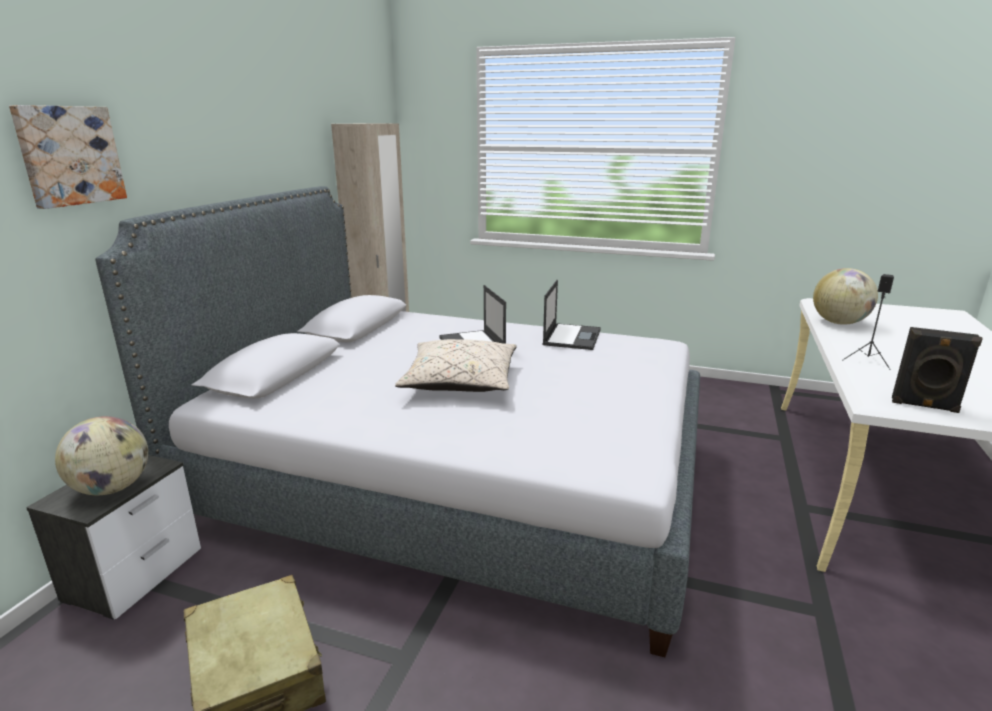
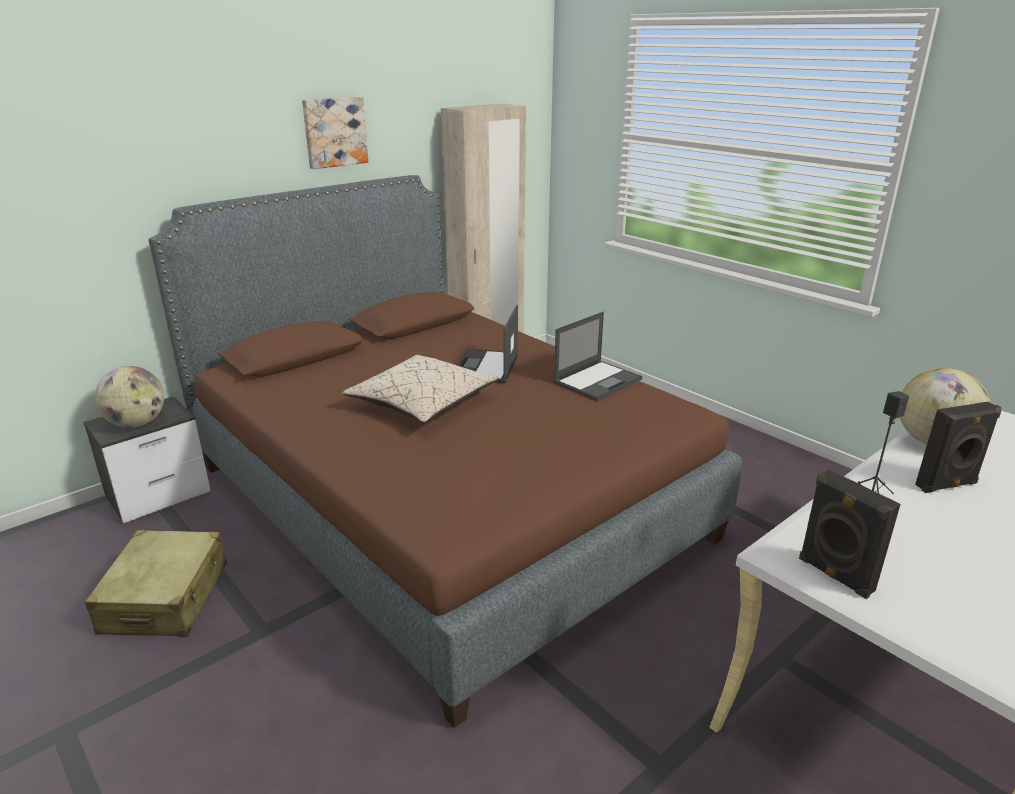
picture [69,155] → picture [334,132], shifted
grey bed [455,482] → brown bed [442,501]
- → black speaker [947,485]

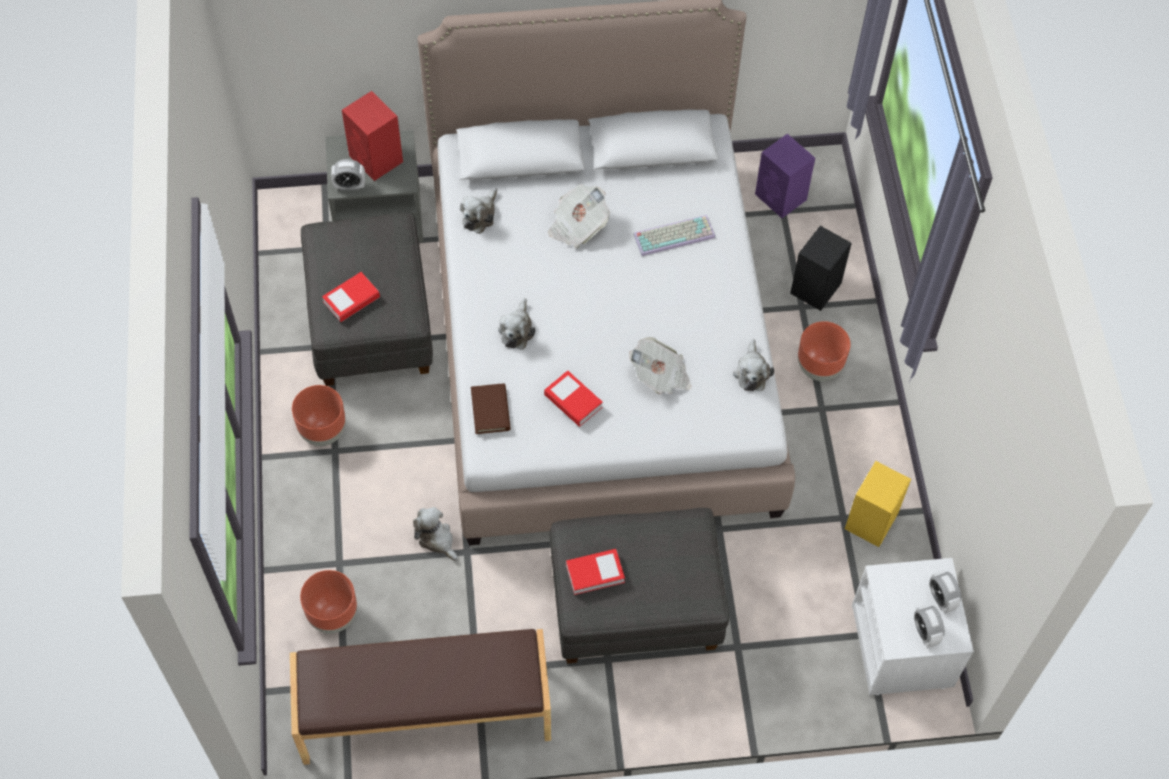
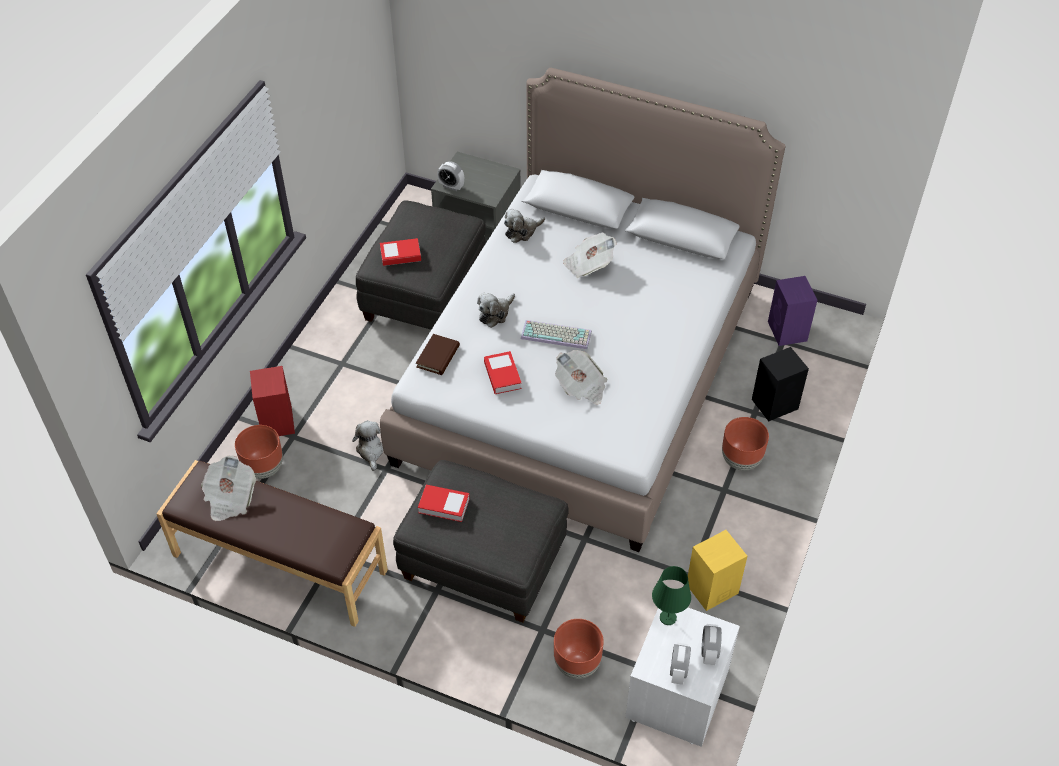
brown planter [322,431] → brown planter [576,663], shifted
red speaker [377,159] → red speaker [277,423], shifted
keyboard [674,234] → keyboard [557,334], shifted
plush toy [751,372] → -
- → newspaper [230,498]
- → green table lamp [668,617]

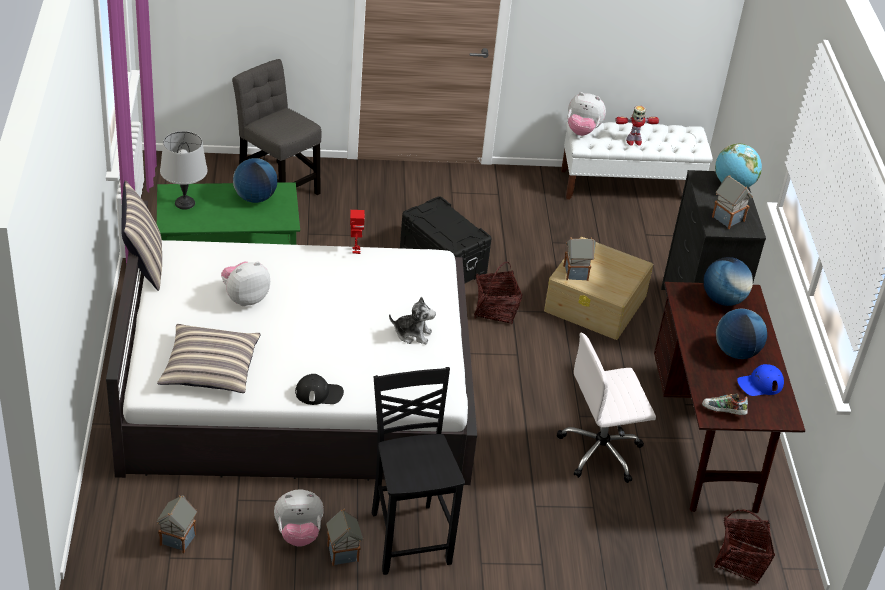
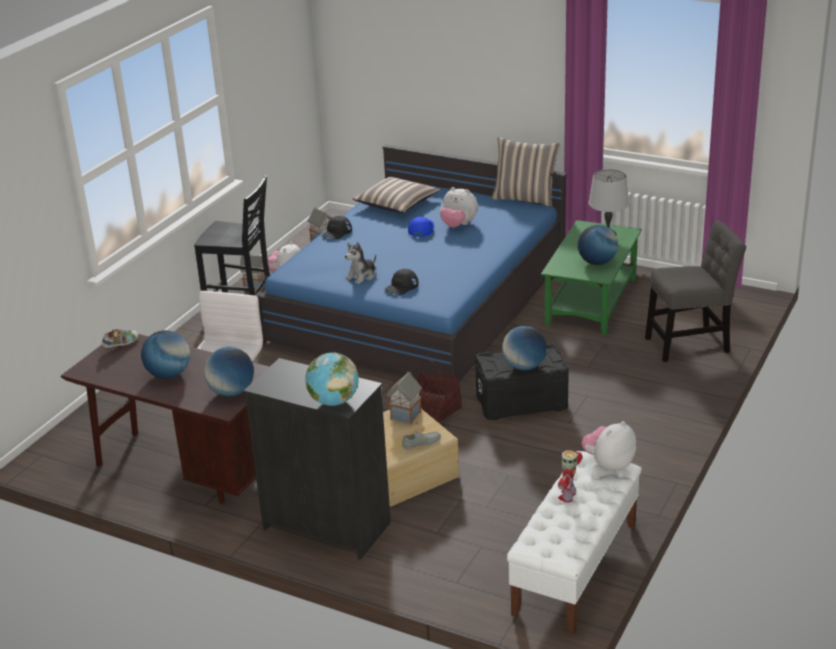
white bed [296,385] → blue bed [420,301]
plush toy [245,298] → plush toy [458,225], 120 degrees clockwise
toy robot [355,250] → -
toy house [727,218] → -
basket [741,561] → -
blue cap [760,384] → blue cap [421,229], shifted
- → black cap [401,286]
- → grey shoe [422,444]
- → globe [524,366]

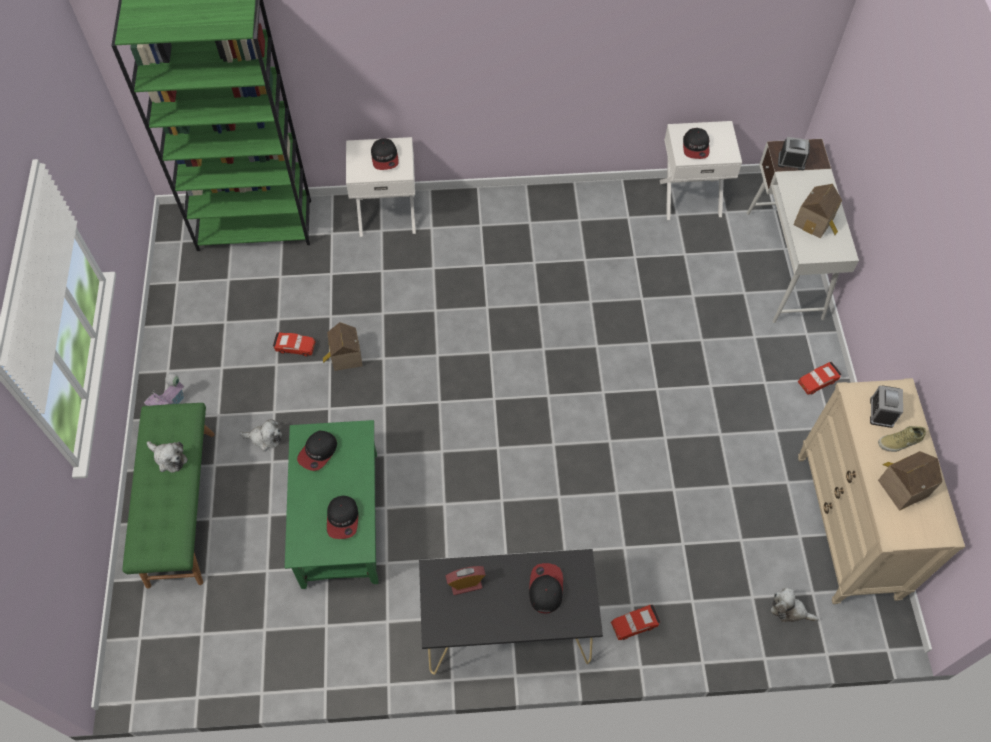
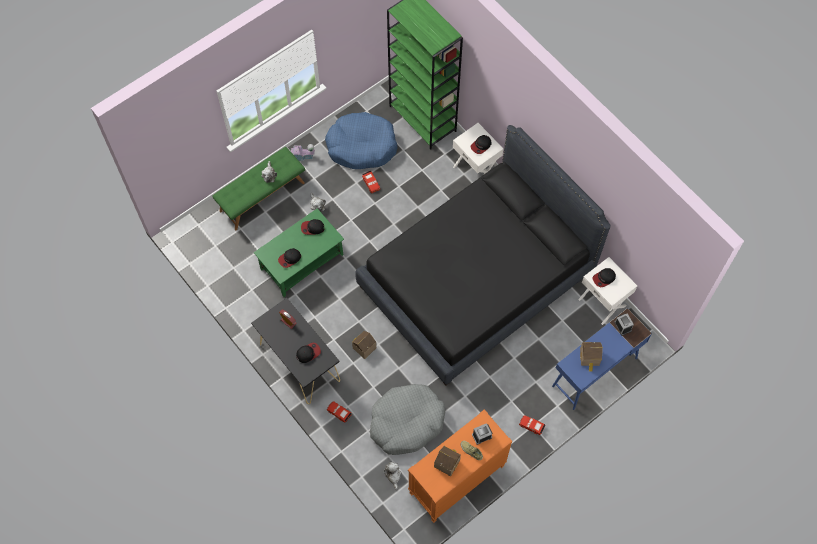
toy house [344,357] → toy house [363,347], shifted
white desk [784,265] → blue desk [594,372]
beige dresser [847,526] → orange dresser [456,480]
- → blue dog bed [361,146]
- → black bed [476,280]
- → grey dog bed [406,422]

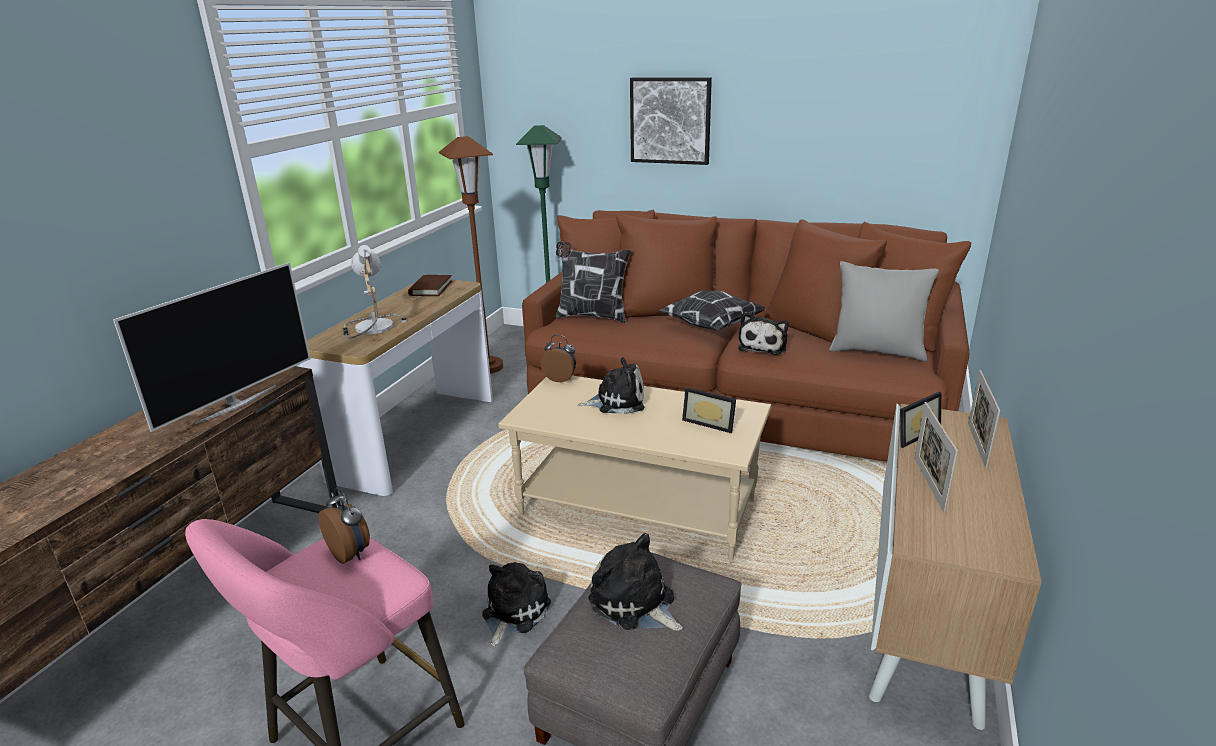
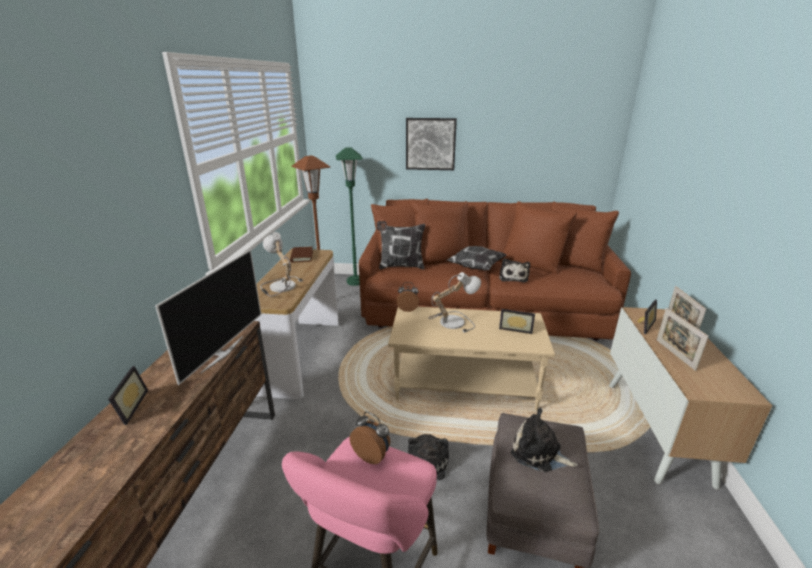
plush toy [617,401] → table lamp [452,321]
grey pillow [877,351] → -
- → picture frame [128,407]

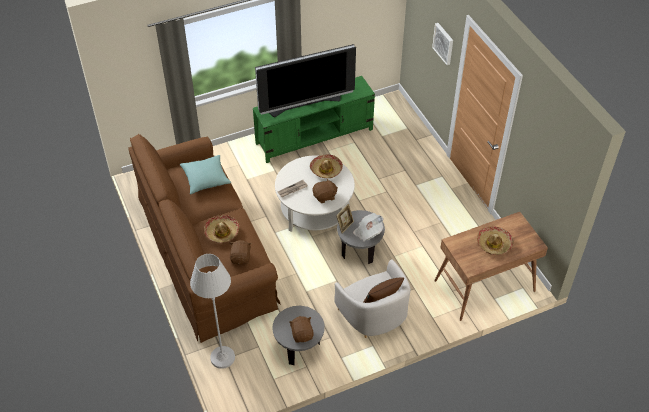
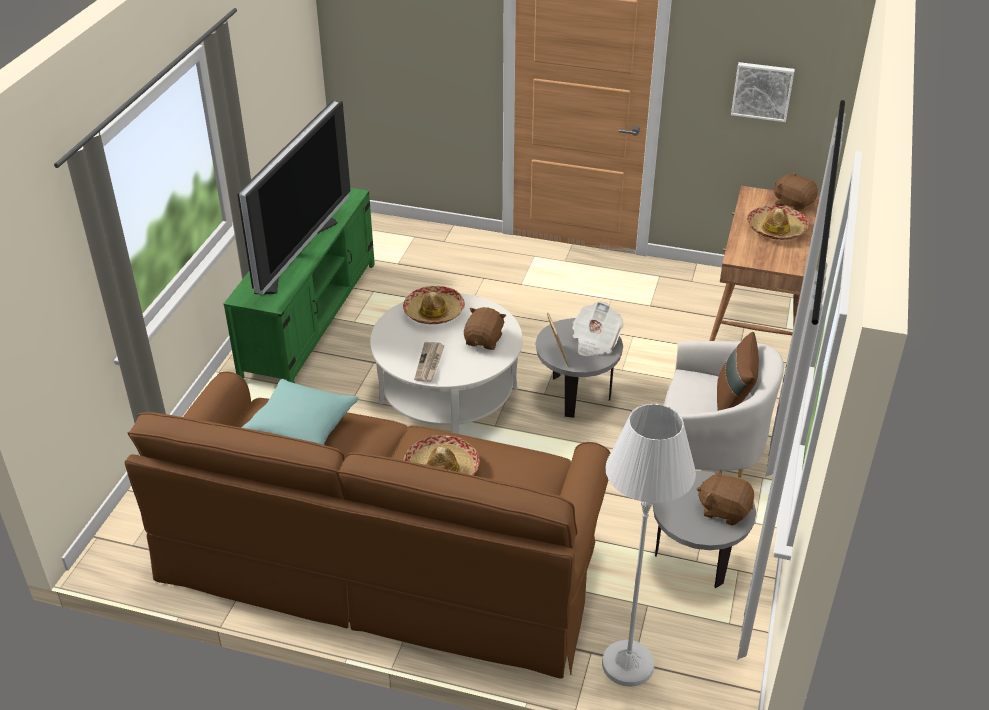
brown plush toy [241,258] → brown plush toy [793,204], shifted
picture [444,43] → picture [762,91], shifted

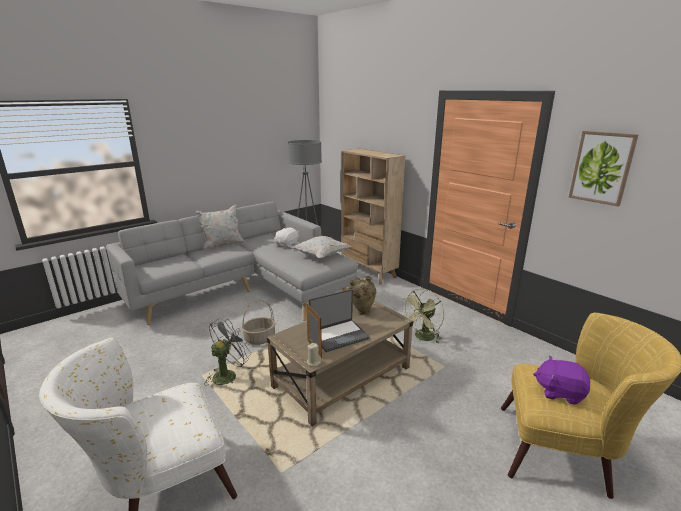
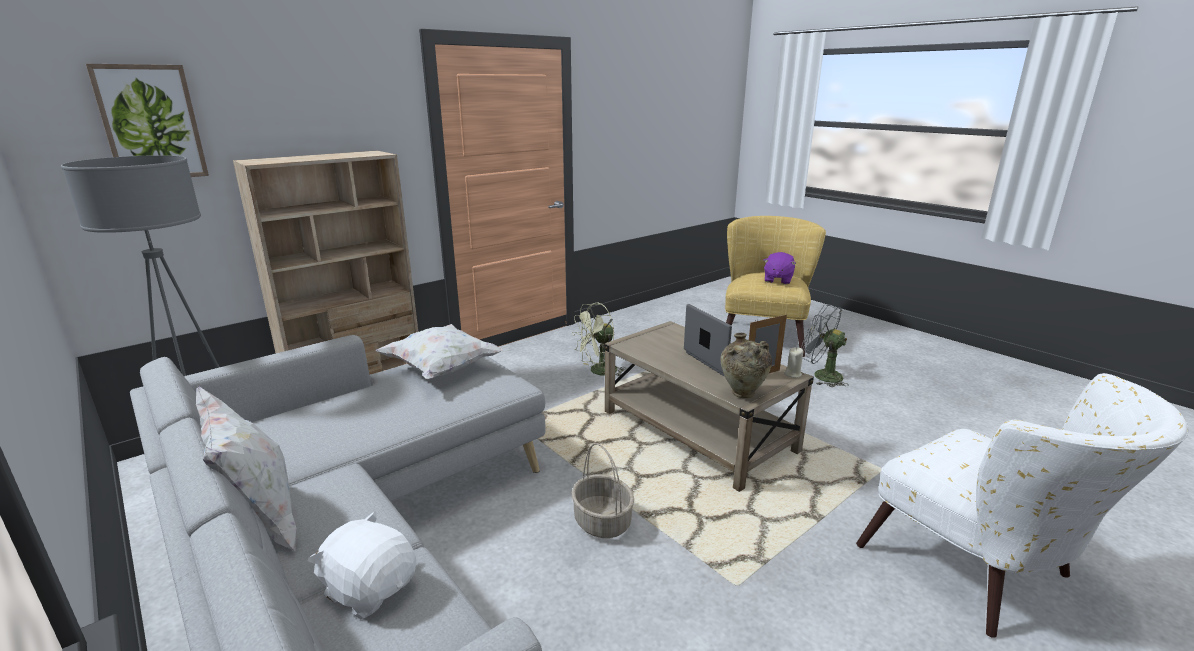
grey fan [228,375] → grey fan [821,375], shifted
white plush toy [287,245] → white plush toy [370,588], shifted
beige vase [361,311] → beige vase [742,395], shifted
green fan [422,338] → green fan [598,372], 105 degrees clockwise
picture [601,168] → picture [151,123], shifted

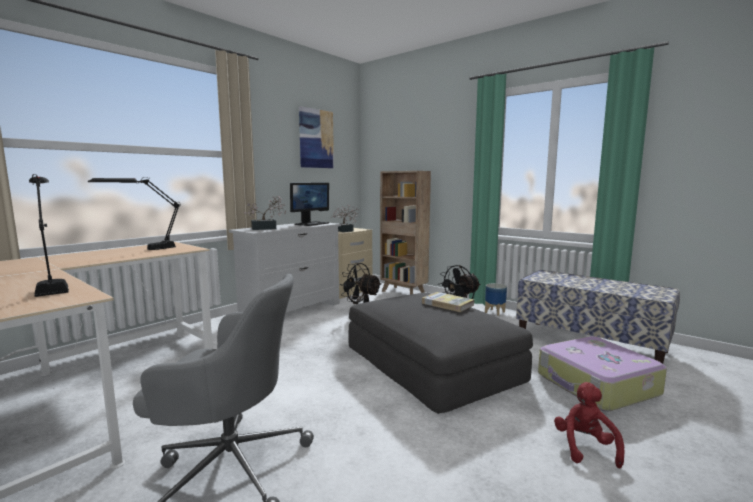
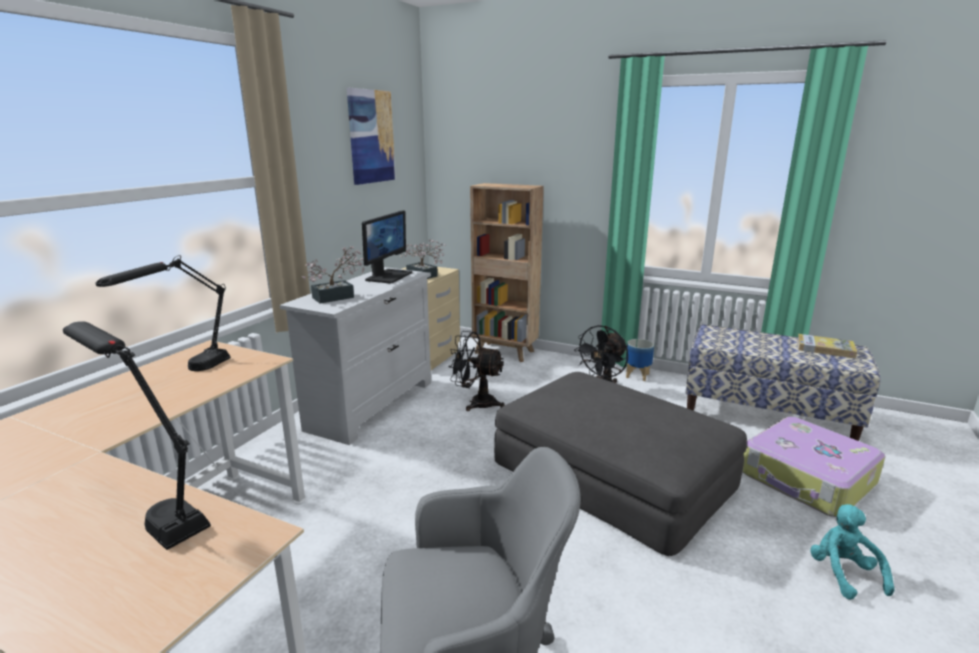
book [447,304] → book [825,348], shifted
red plush toy [585,447] → turquoise plush toy [843,573]

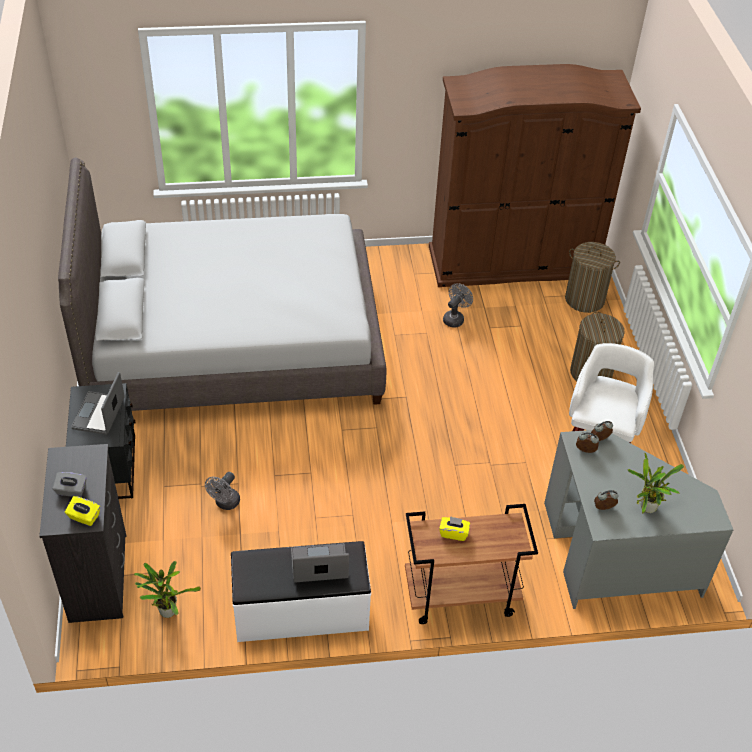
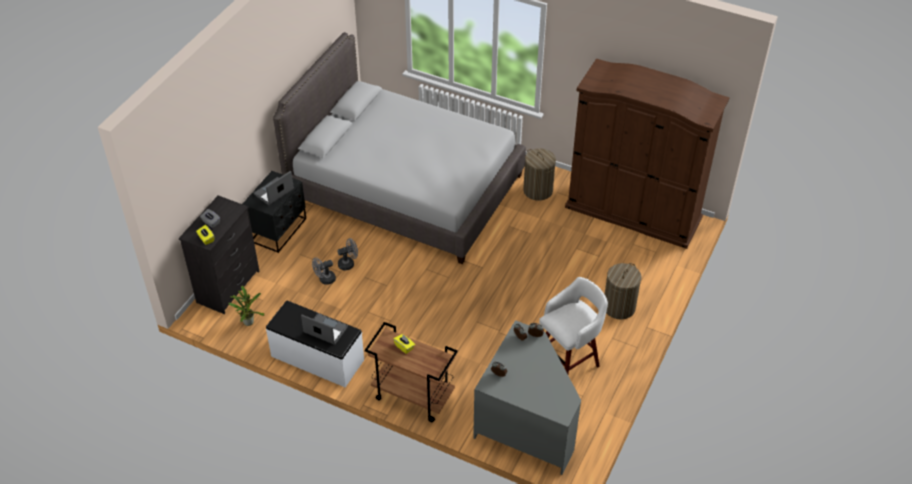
grey fan [455,318] → grey fan [348,263], shifted
laundry basket [584,299] → laundry basket [538,190], shifted
potted plant [646,509] → -

